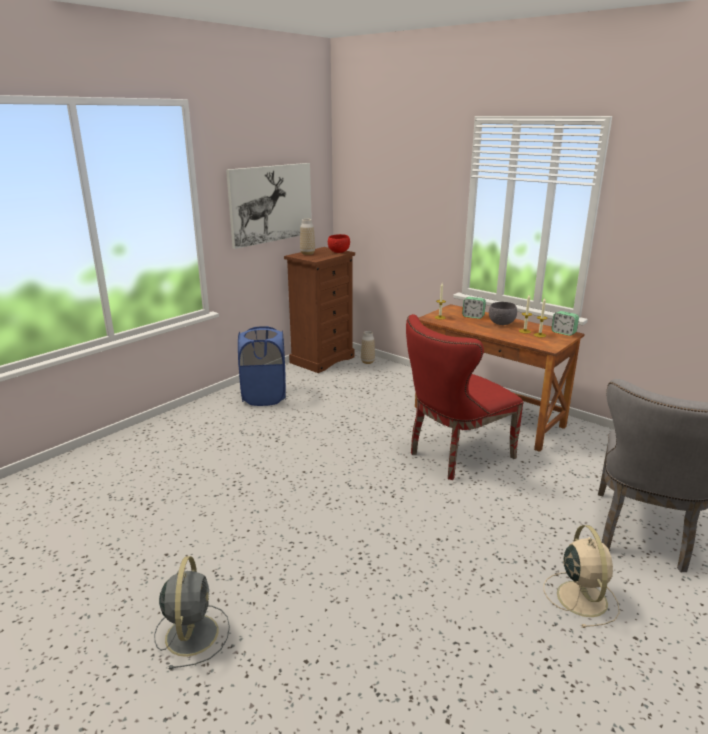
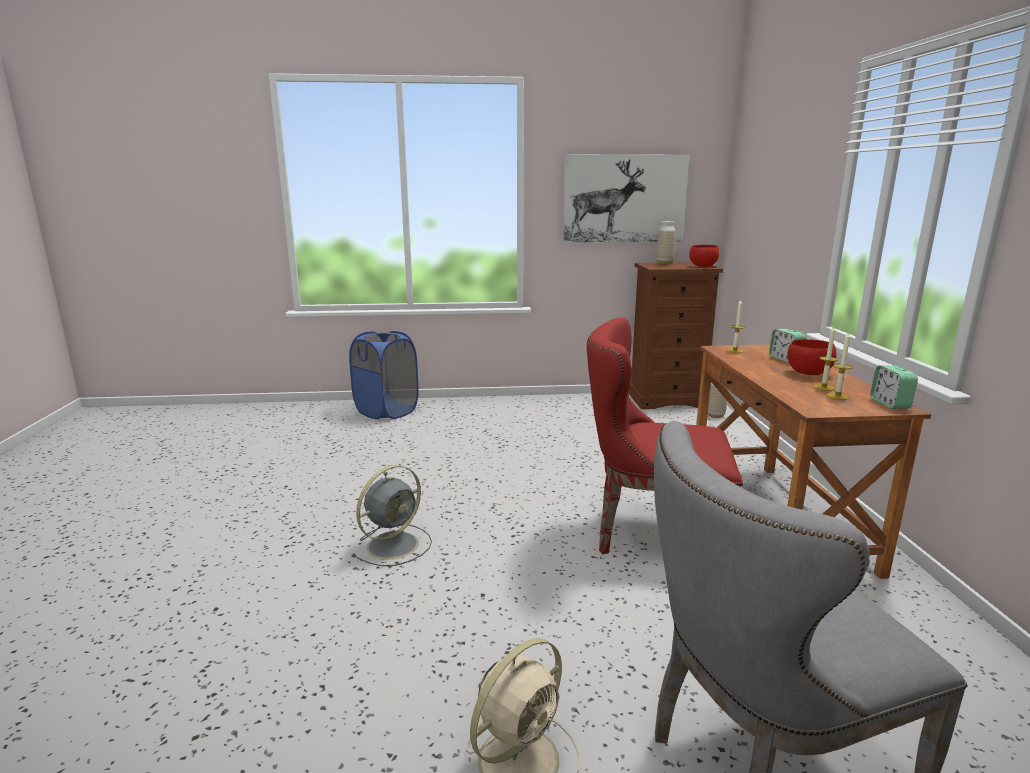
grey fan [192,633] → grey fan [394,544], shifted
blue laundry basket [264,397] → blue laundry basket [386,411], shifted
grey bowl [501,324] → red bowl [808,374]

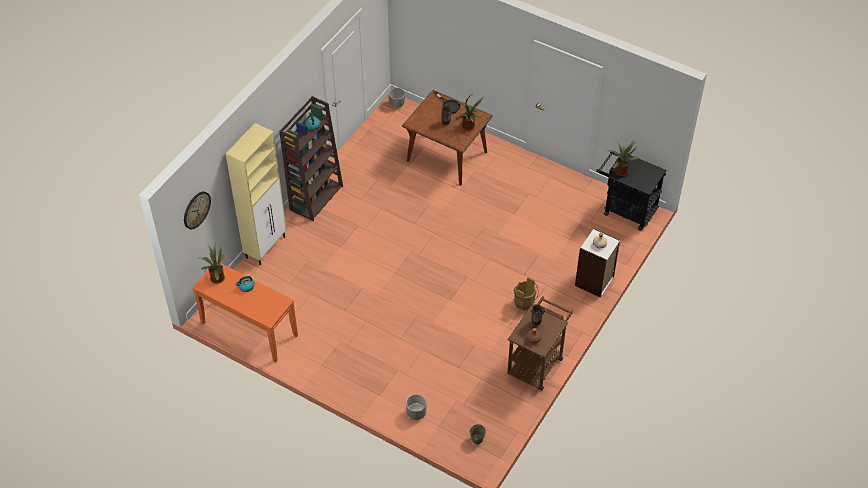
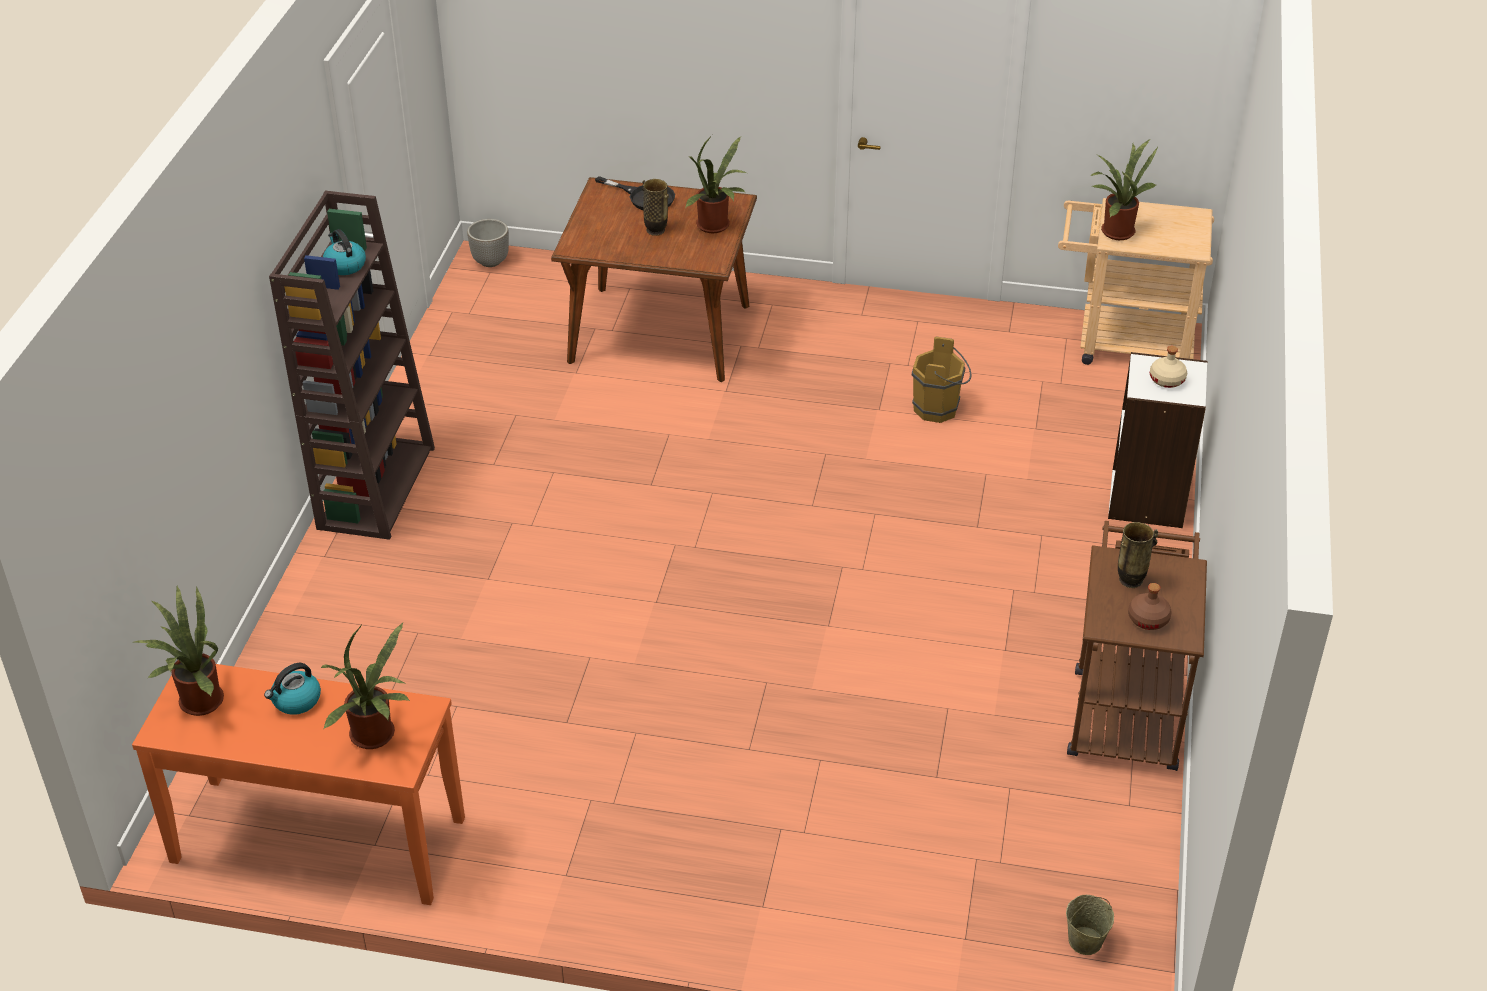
wall clock [196,210] → -
beige cabinet [266,247] → -
grey planter [416,413] → -
brown bucket [525,304] → brown bucket [939,409], shifted
black cart [625,209] → beige cart [1122,343]
- → potted plant [376,737]

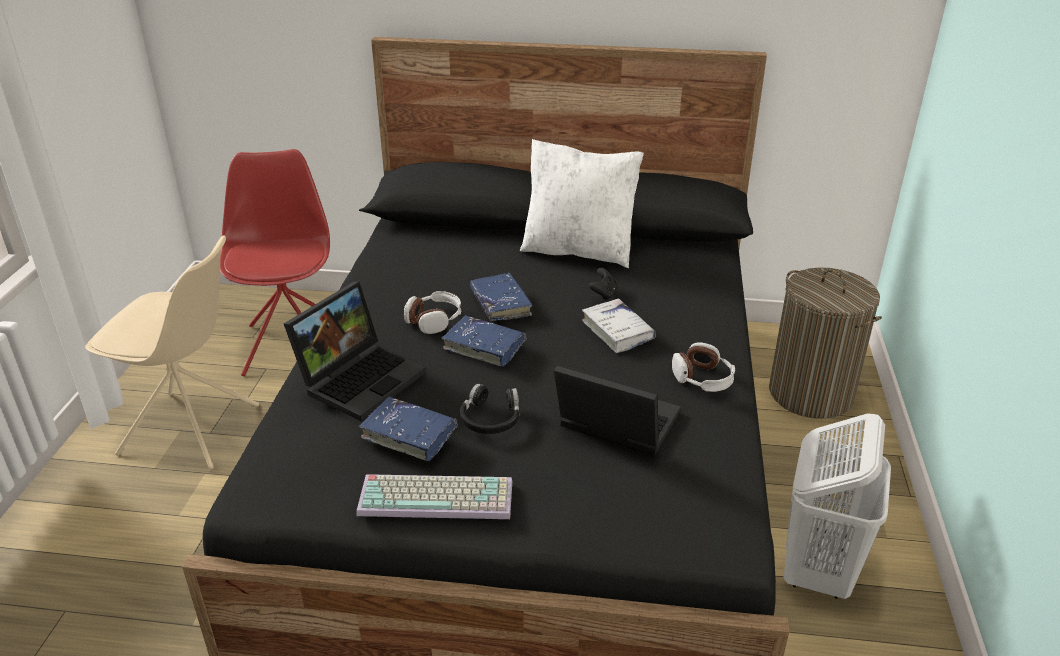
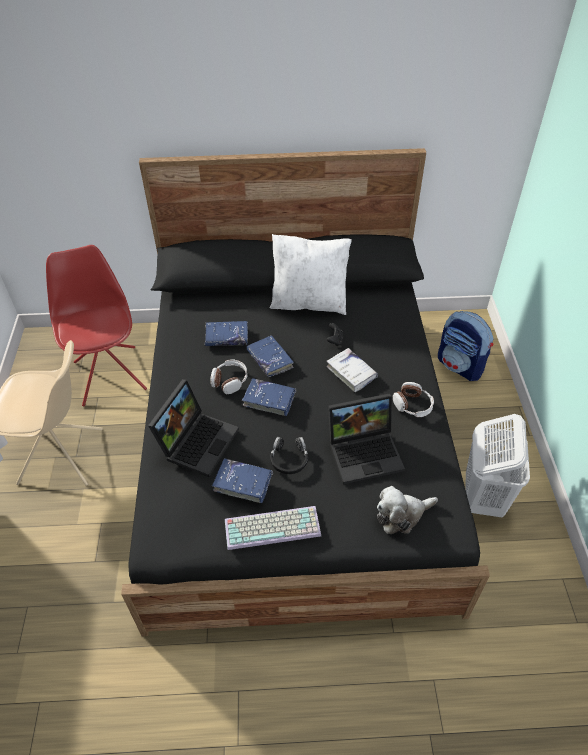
laptop [613,425] → laptop [366,451], 150 degrees clockwise
laundry basket [811,393] → backpack [460,366]
- → blue book [226,337]
- → plush toy [402,515]

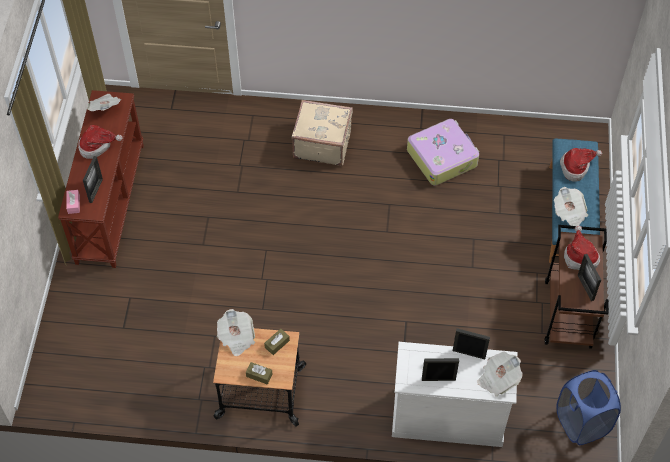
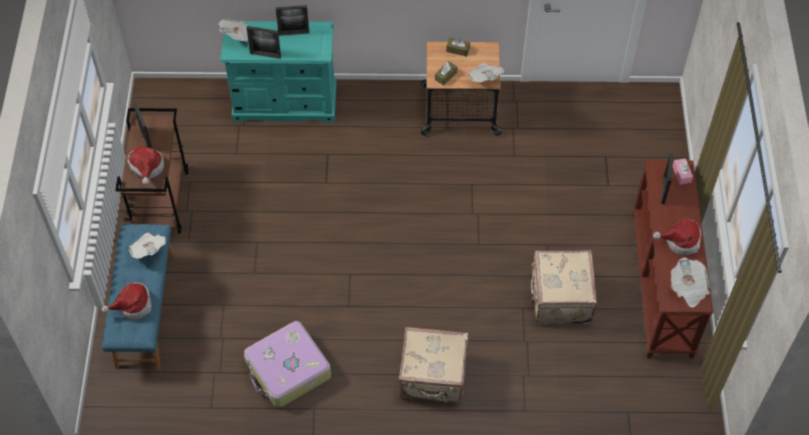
white dresser [447,417] → turquoise dresser [285,102]
blue laundry basket [581,422] → -
- → beige suitcase [559,299]

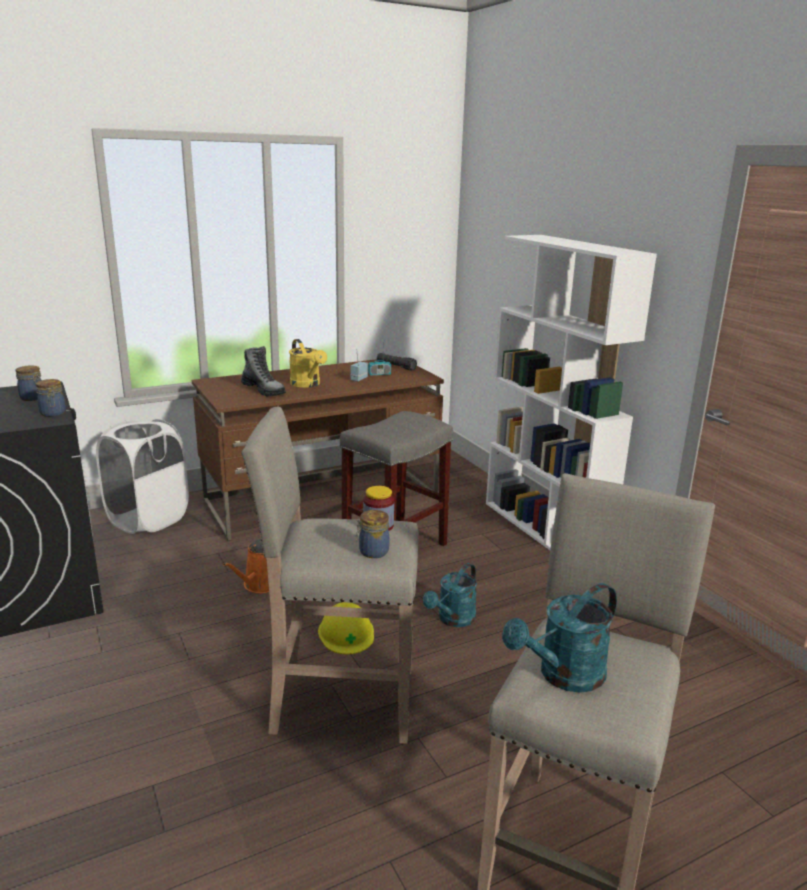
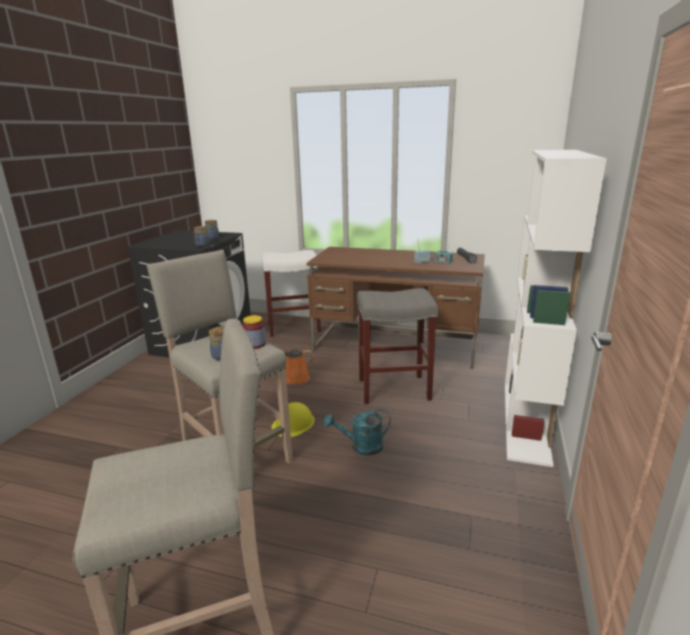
white laundry basket [148,519] → white stool [294,327]
boot [264,390] → -
yellow watering can [307,384] → -
turquoise watering can [563,676] → -

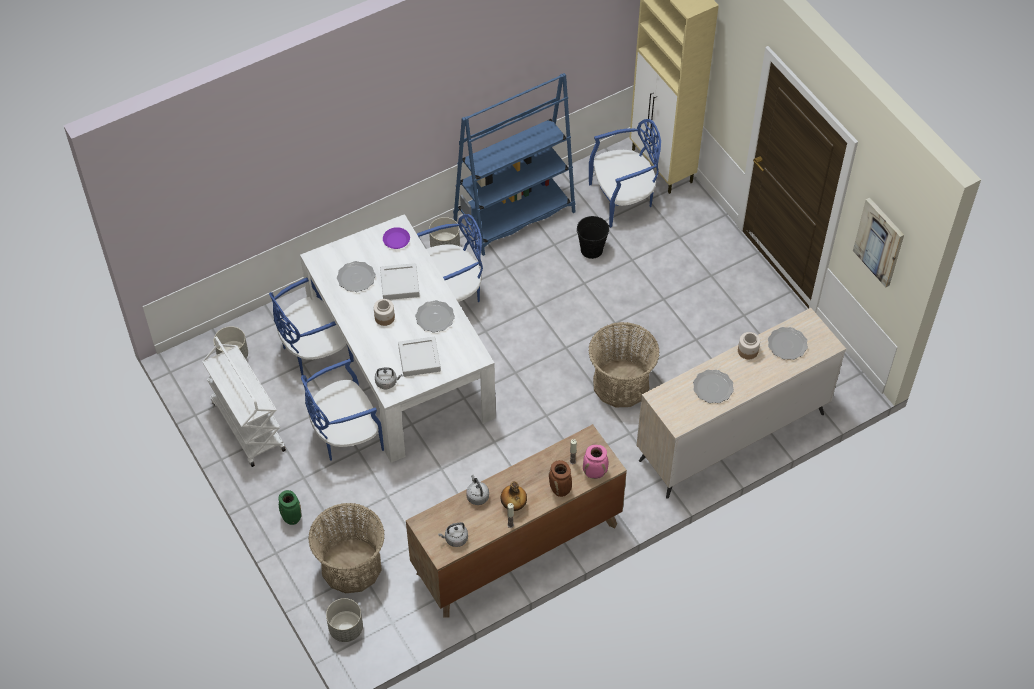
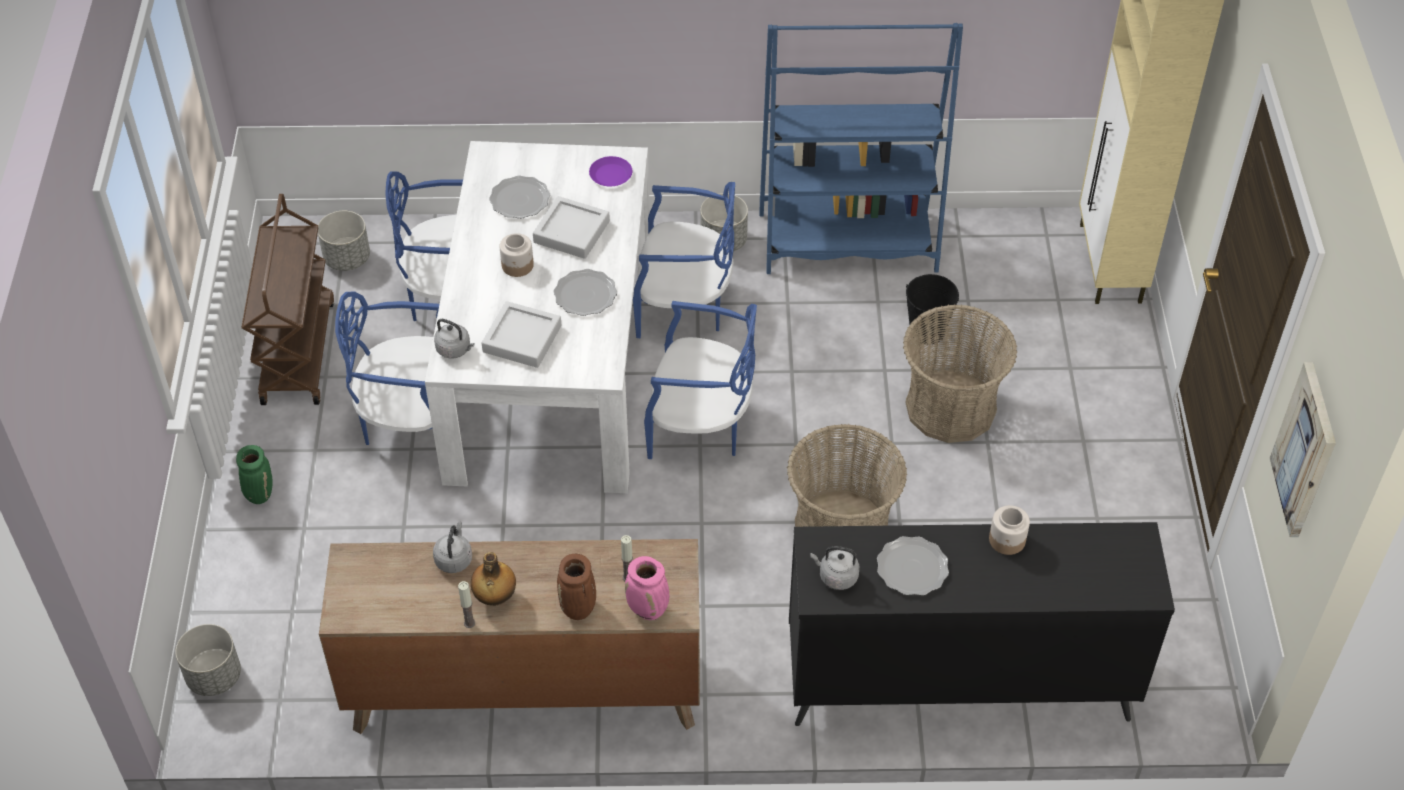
white cart [247,425] → brown cart [297,351]
basket [351,566] → basket [950,407], shifted
grey kettle [455,539] → grey kettle [836,576], shifted
blue chair [623,199] → blue chair [701,426], shifted
beige dresser [731,436] → black dresser [957,683]
plate [787,344] → -

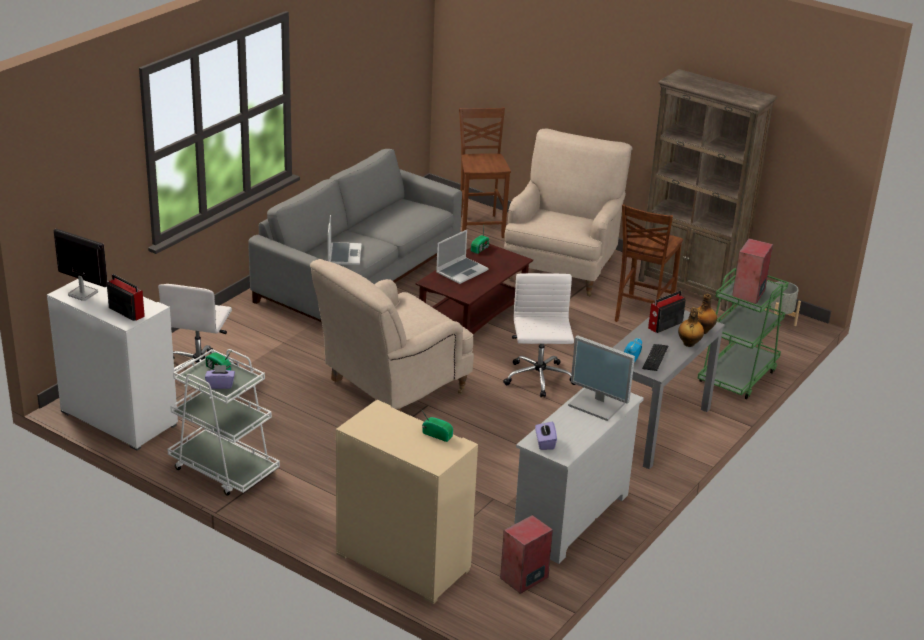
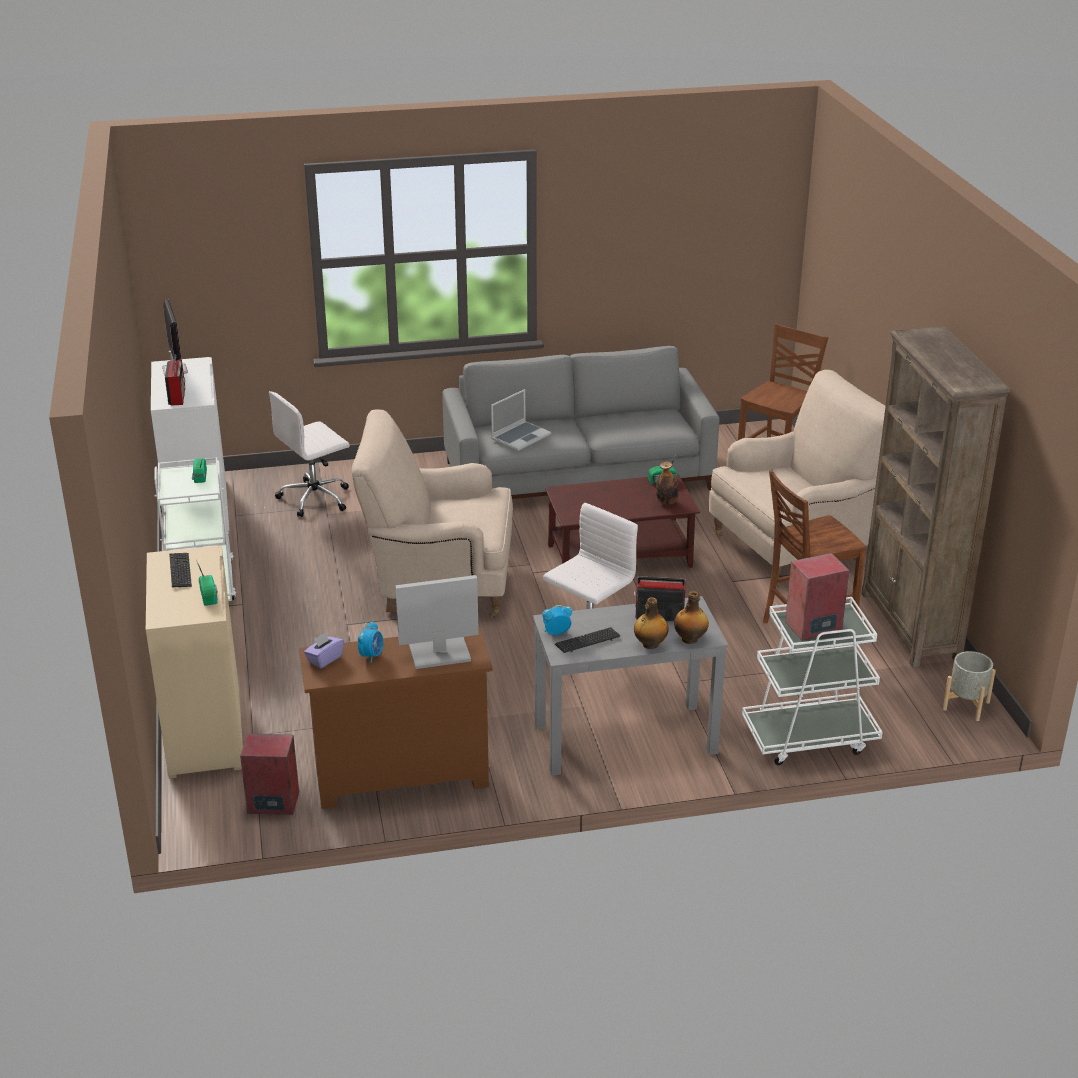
purple tissue box [220,385] → -
laptop [462,271] → -
white dresser [571,518] → brown dresser [400,777]
monitor [598,404] → monitor [437,651], 90 degrees clockwise
green cart [737,376] → white cart [809,737]
- → keyboard [180,571]
- → alarm clock [371,655]
- → bottle [667,502]

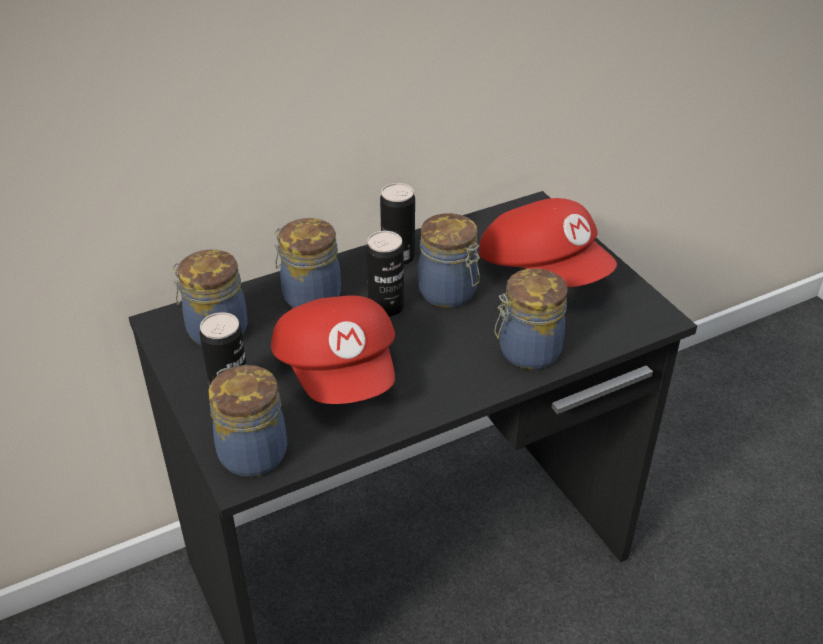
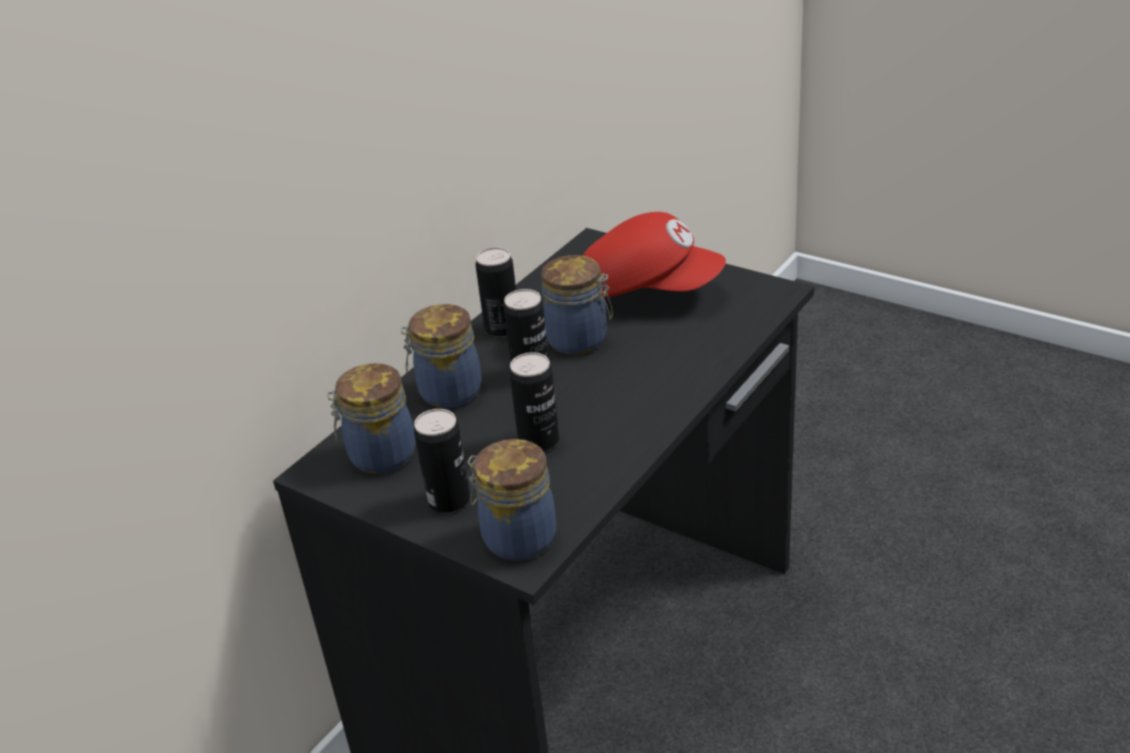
red cap [340,372] → can [538,441]
jar [526,352] → -

